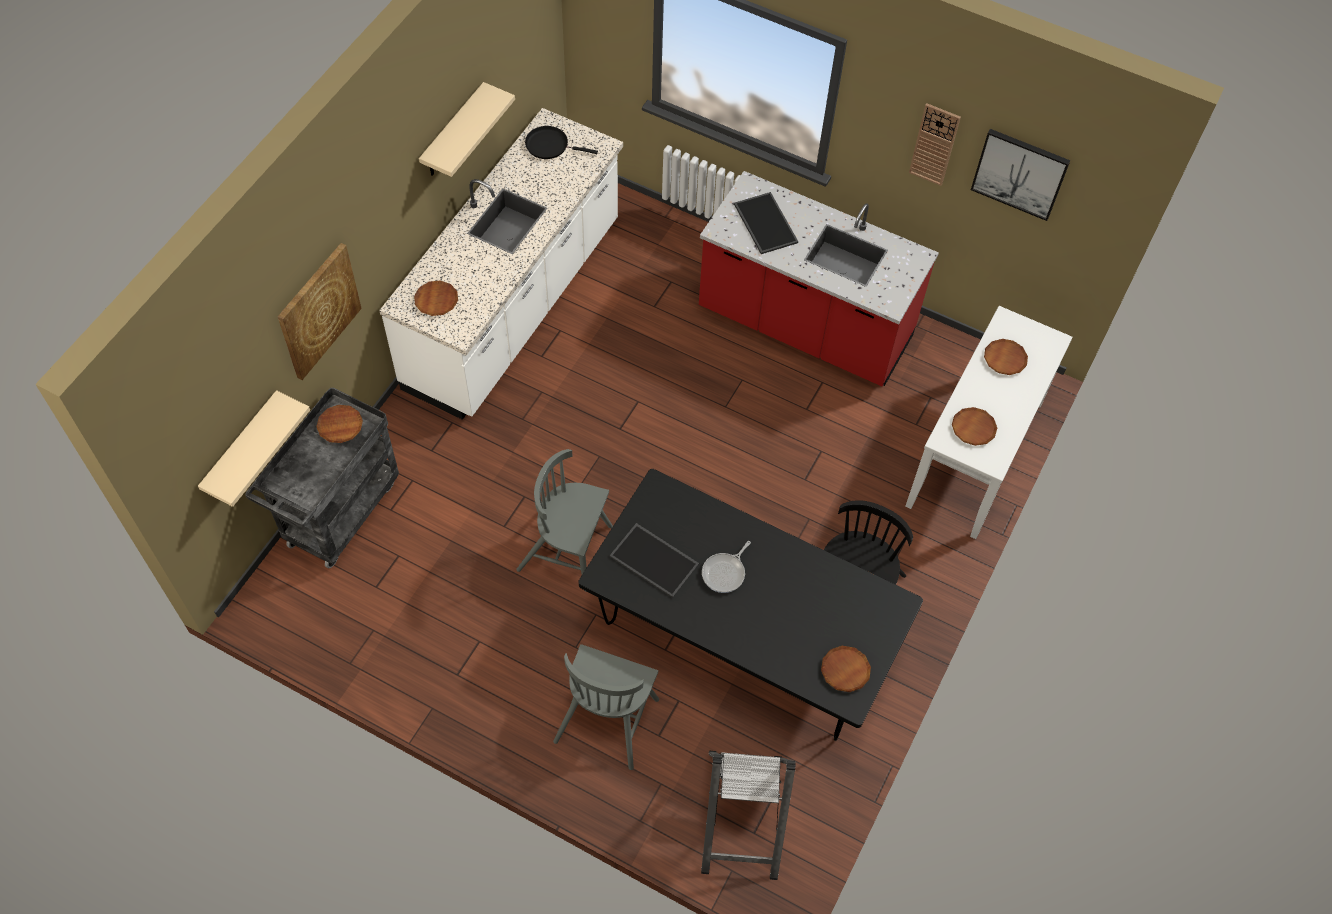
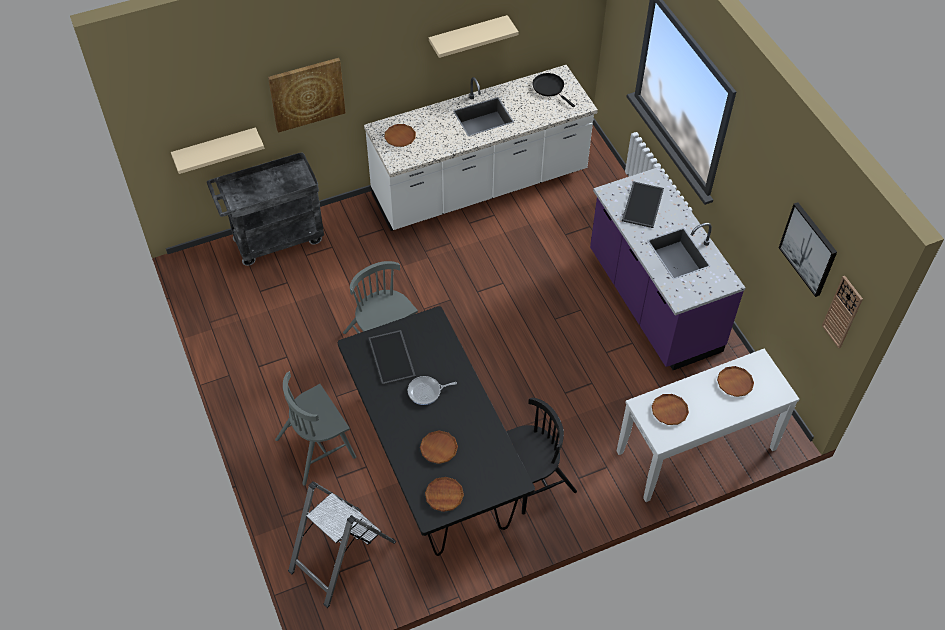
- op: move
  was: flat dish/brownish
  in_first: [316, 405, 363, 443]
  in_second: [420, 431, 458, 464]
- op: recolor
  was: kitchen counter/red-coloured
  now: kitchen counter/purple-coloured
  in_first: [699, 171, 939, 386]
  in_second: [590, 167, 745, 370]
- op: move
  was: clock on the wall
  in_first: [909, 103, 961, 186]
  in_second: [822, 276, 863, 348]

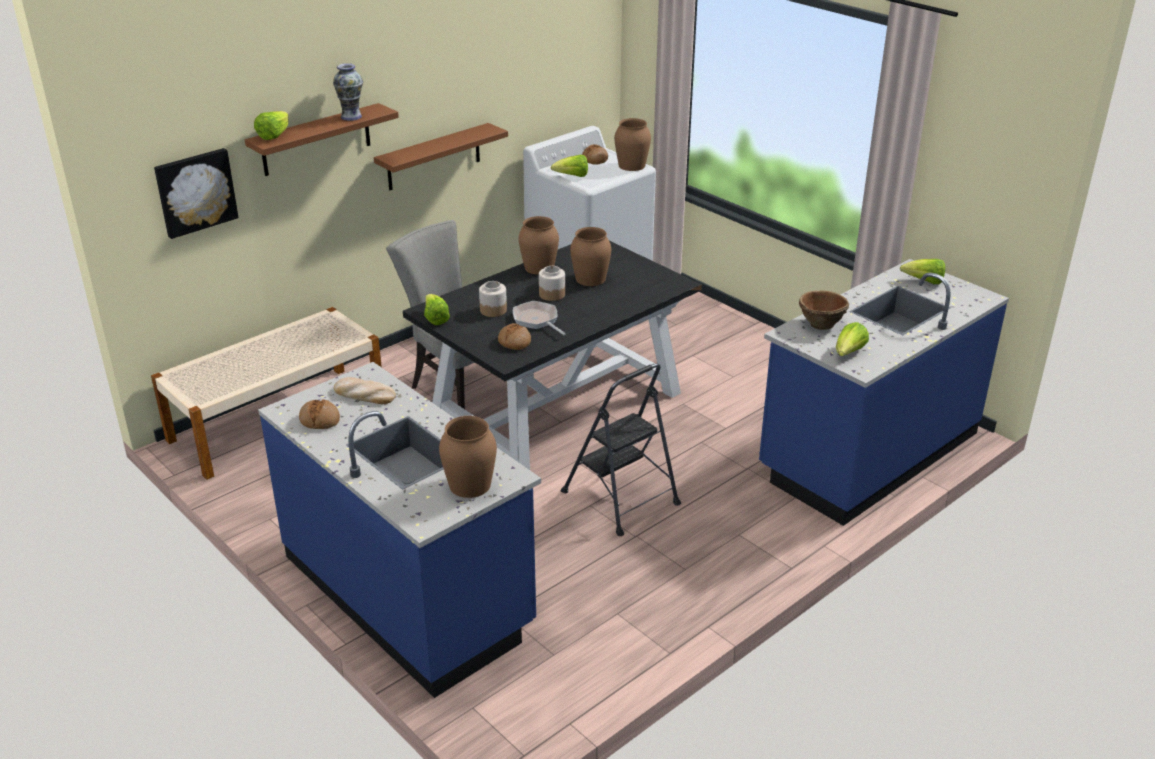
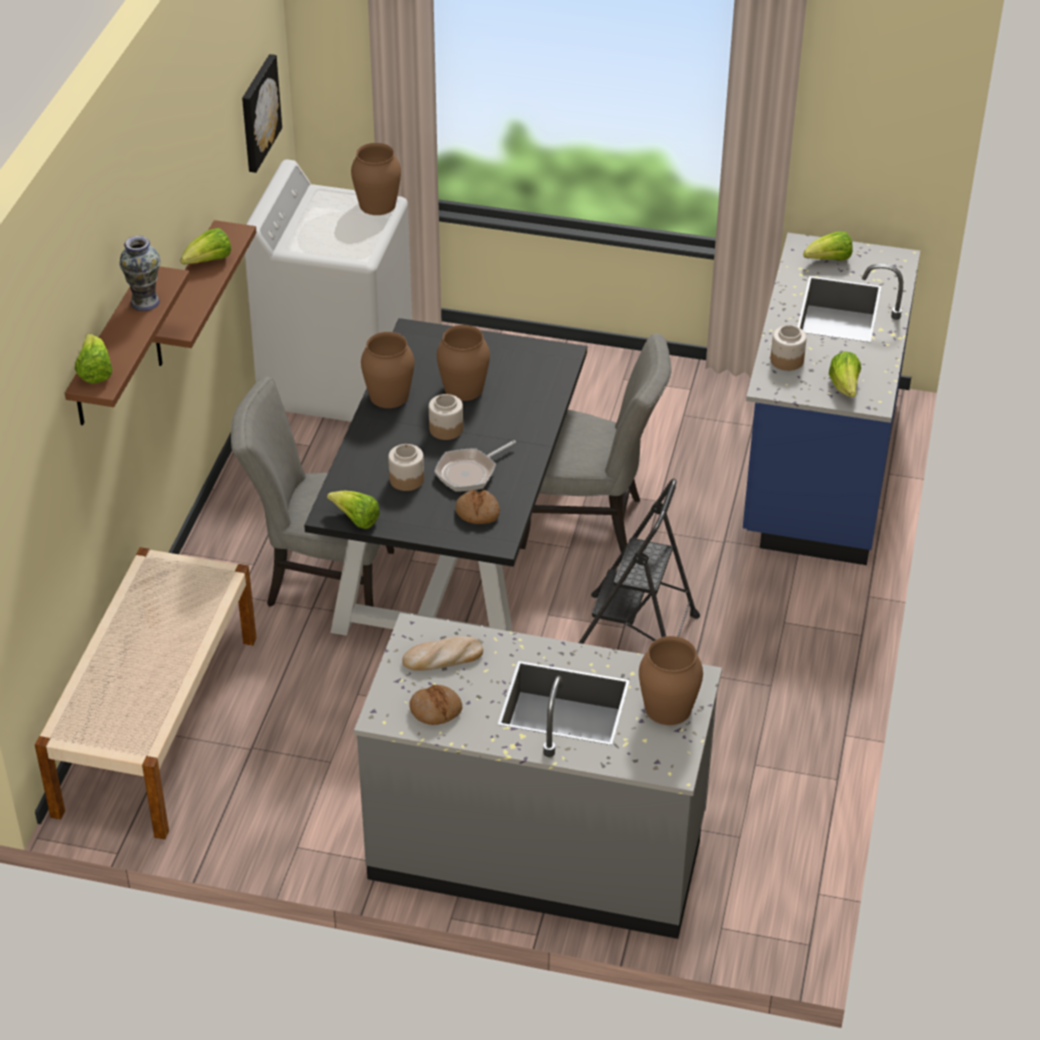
- op: move
  was: picture
  in_first: [154, 148, 239, 239]
  in_second: [242, 54, 282, 173]
- op: recolor
  was: kitchen counter/blue
  now: kitchen counter/greyish
  in_first: [258, 362, 541, 698]
  in_second: [354, 613, 722, 939]
- op: rotate
  was: frying pan
  in_first: [513, 301, 566, 335]
  in_second: [434, 440, 516, 492]
  clockwise: -60
- op: move
  was: lettuce
  in_first: [551, 155, 588, 177]
  in_second: [181, 228, 231, 265]
- op: delete
  was: bakery bread
  in_first: [582, 144, 608, 165]
- op: replace
  was: serving bowl/brownish
  now: preserve jar
  in_first: [799, 290, 849, 330]
  in_second: [770, 325, 807, 371]
- op: insert
  now: upright chair/greyish
  in_second: [520, 333, 671, 553]

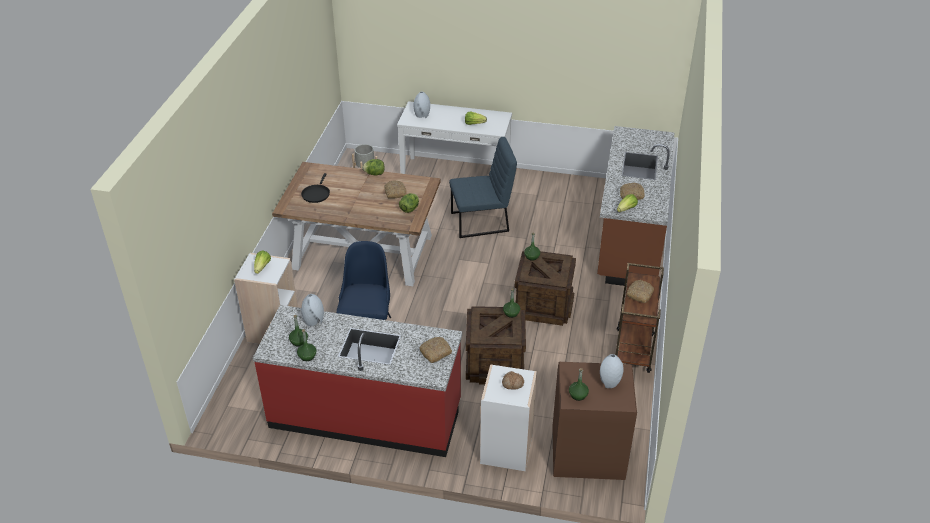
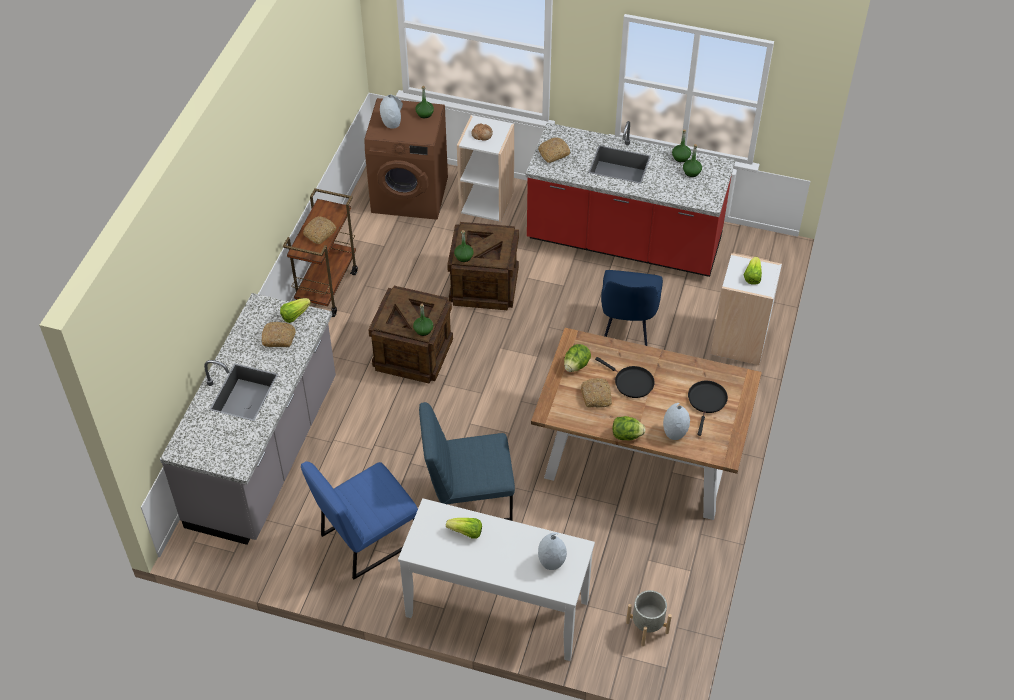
- op: move
  was: decorative vase/greyish
  in_first: [301, 294, 324, 326]
  in_second: [663, 403, 690, 440]
- op: recolor
  was: kitchen counter/brownish
  now: kitchen counter/greyish
  in_first: [597, 126, 675, 286]
  in_second: [160, 293, 336, 545]
- op: insert
  now: upright chair/blue
  in_second: [301, 461, 418, 579]
- op: insert
  now: frying pan/black
  in_second: [595, 357, 655, 398]

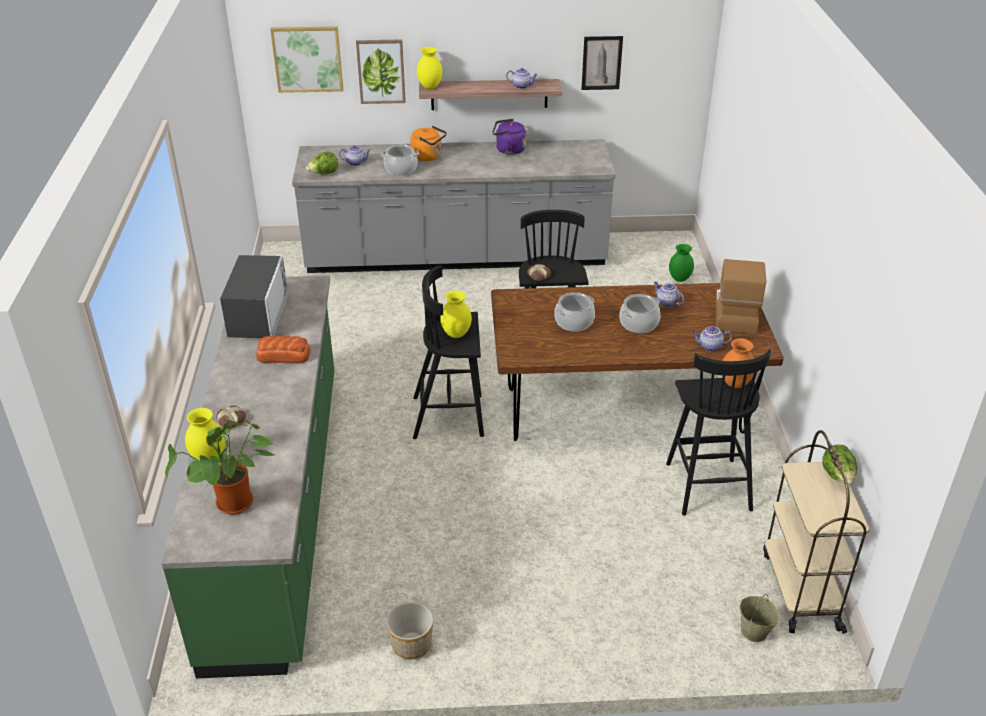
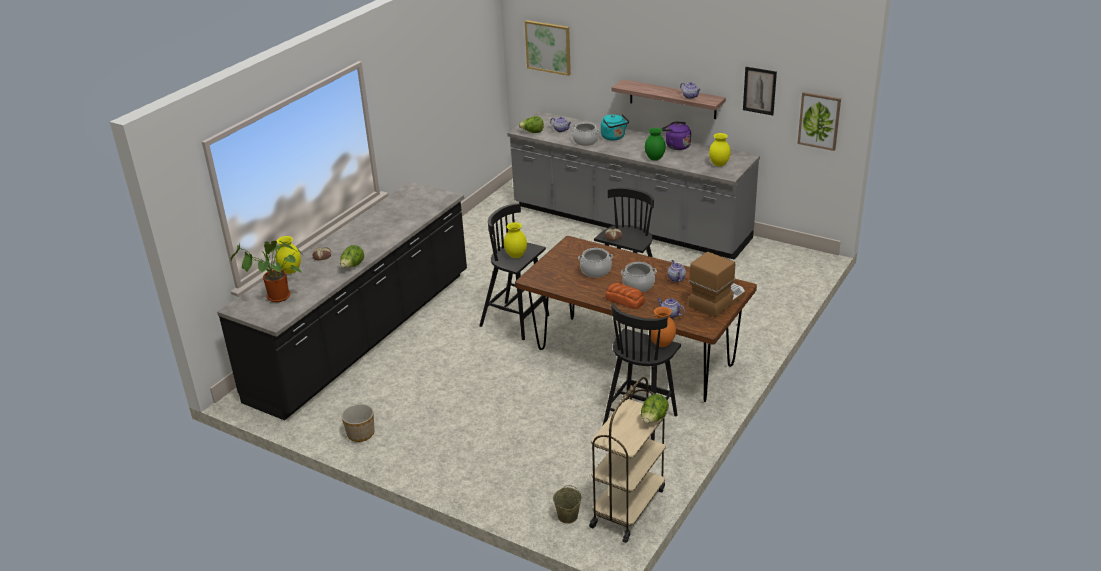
- op: recolor
  was: kitchen counter/greenish
  now: kitchen counter/black
  in_first: [161, 276, 335, 678]
  in_second: [217, 182, 467, 420]
- op: delete
  was: microwave
  in_first: [220, 255, 289, 338]
- op: move
  was: bakery bread
  in_first: [256, 336, 311, 363]
  in_second: [606, 283, 645, 309]
- op: move
  was: picture
  in_first: [356, 39, 406, 104]
  in_second: [798, 92, 841, 151]
- op: recolor
  was: tea kettle/orange-coloured
  now: tea kettle/turquoise-coloured
  in_first: [410, 126, 447, 161]
  in_second: [601, 114, 629, 140]
- op: move
  was: decorative vase/yellow-coloured
  in_first: [417, 47, 443, 89]
  in_second: [709, 133, 731, 166]
- op: move
  was: decorative vase/greenish
  in_first: [669, 244, 694, 282]
  in_second: [645, 128, 666, 161]
- op: insert
  now: lettuce
  in_second: [340, 245, 364, 268]

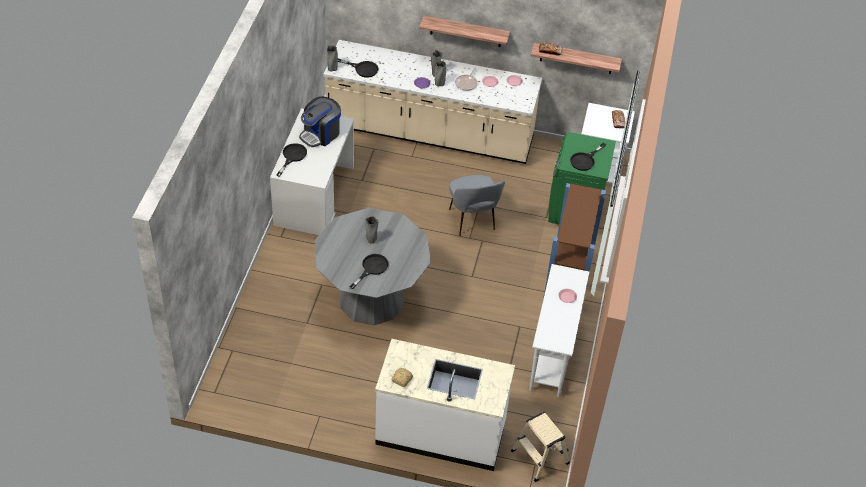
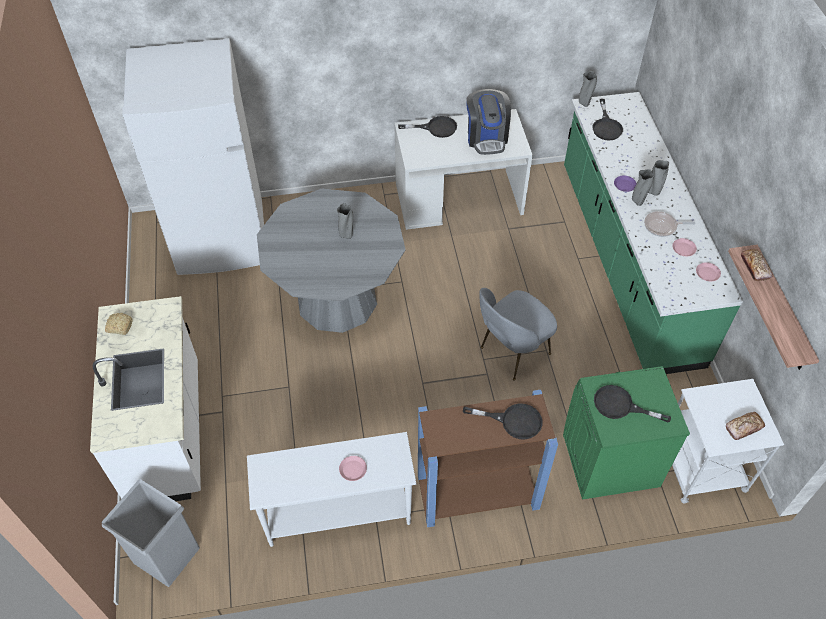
- op: rotate
  was: coffee brewer
  in_first: [299, 96, 341, 147]
  in_second: [466, 89, 511, 155]
  clockwise: -120
- op: recolor
  was: kitchen counter/beige
  now: kitchen counter/greenish
  in_first: [324, 40, 542, 164]
  in_second: [564, 92, 743, 374]
- op: move
  was: frying pan/black
  in_first: [349, 254, 389, 289]
  in_second: [463, 403, 542, 440]
- op: delete
  was: bracket shelf
  in_first: [419, 16, 510, 47]
- op: replace
  was: step ladder/beige
  now: waste bin/greyish
  in_first: [511, 411, 570, 482]
  in_second: [102, 479, 200, 587]
- op: insert
  now: fridge/white
  in_second: [122, 39, 264, 275]

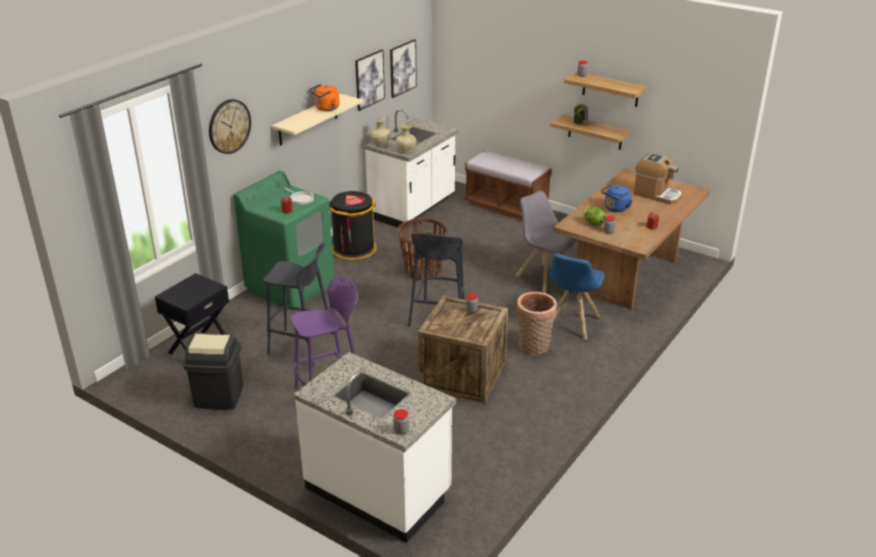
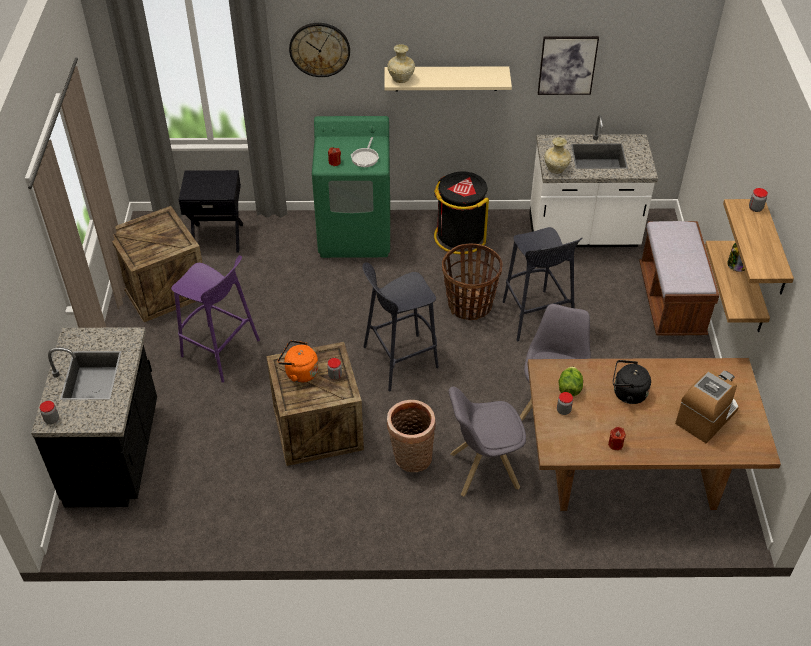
- op: replace
  was: waste bin/black
  now: crate
  in_first: [183, 334, 243, 410]
  in_second: [112, 206, 203, 322]
- op: move
  was: stool/greyish
  in_first: [263, 243, 334, 366]
  in_second: [503, 227, 583, 341]
- op: recolor
  was: kitchen counter/white
  now: kitchen counter/black
  in_first: [294, 352, 456, 543]
  in_second: [31, 327, 157, 507]
- op: move
  was: tea kettle/orange-coloured
  in_first: [309, 84, 340, 111]
  in_second: [278, 340, 319, 383]
- op: move
  was: decorative vase/beige
  in_first: [370, 118, 391, 147]
  in_second: [387, 44, 415, 83]
- op: delete
  was: picture
  in_first: [390, 39, 417, 98]
- op: recolor
  was: upright chair/blue
  now: upright chair/greyish
  in_first: [549, 254, 605, 340]
  in_second: [449, 386, 526, 496]
- op: recolor
  was: tea kettle/blue
  now: tea kettle/black
  in_first: [601, 184, 633, 212]
  in_second: [613, 360, 651, 404]
- op: rotate
  was: coffee brewer
  in_first: [634, 153, 682, 205]
  in_second: [675, 370, 739, 443]
  clockwise: -135

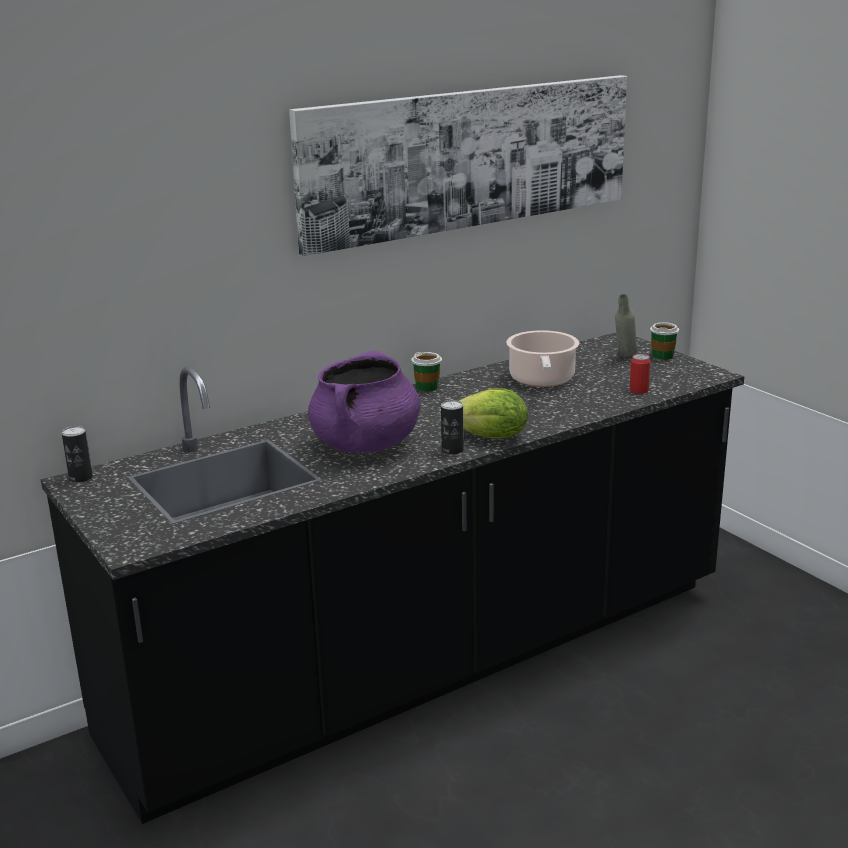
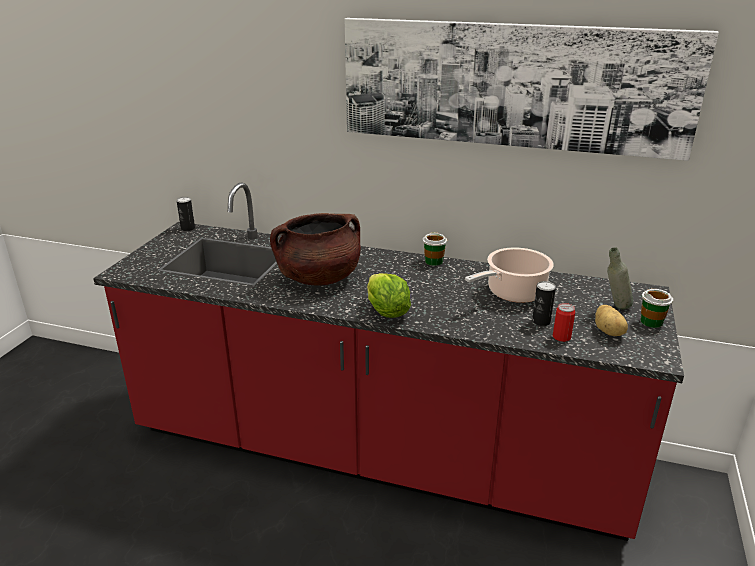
- op: recolor
  was: kitchen counter/black
  now: kitchen counter/red-coloured
  in_first: [41, 332, 744, 824]
  in_second: [93, 182, 684, 541]
- op: recolor
  was: saucepot/purple-coloured
  now: saucepot/brownish
  in_first: [308, 350, 420, 453]
  in_second: [270, 213, 361, 286]
- op: move
  was: can
  in_first: [441, 400, 464, 455]
  in_second: [532, 281, 556, 326]
- op: insert
  now: potato
  in_second: [595, 305, 628, 336]

